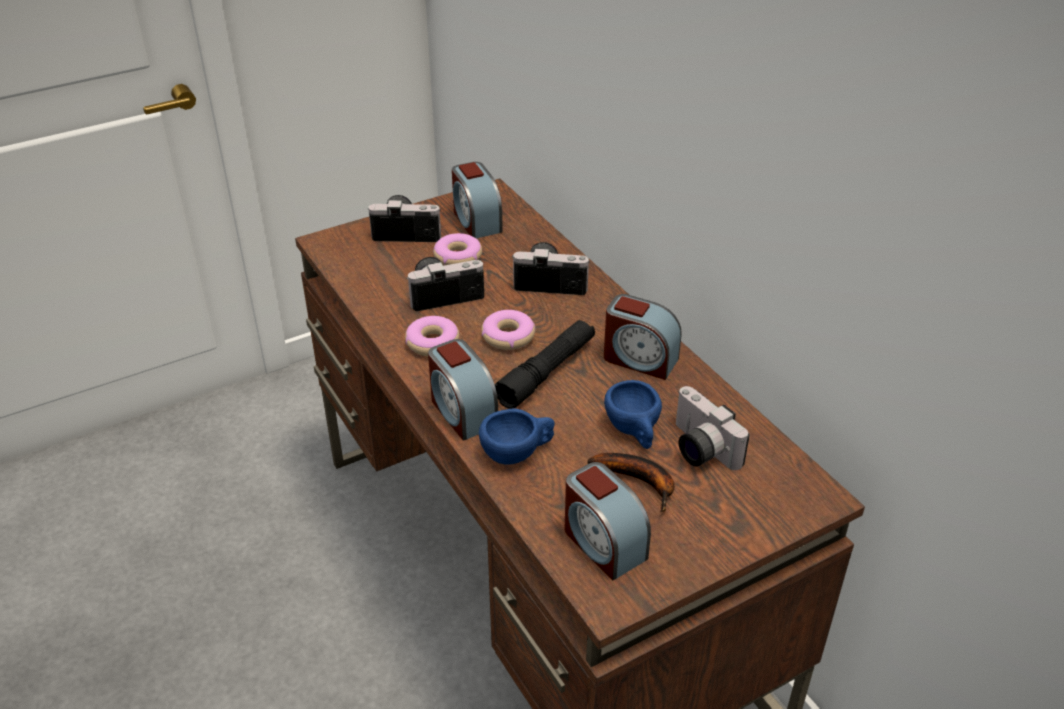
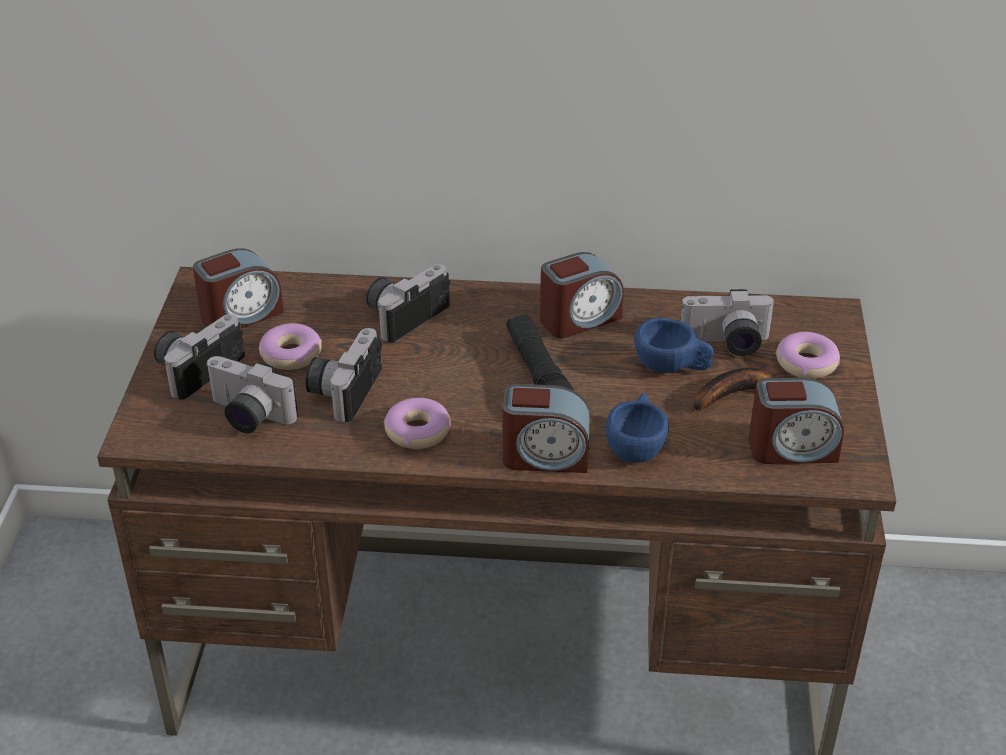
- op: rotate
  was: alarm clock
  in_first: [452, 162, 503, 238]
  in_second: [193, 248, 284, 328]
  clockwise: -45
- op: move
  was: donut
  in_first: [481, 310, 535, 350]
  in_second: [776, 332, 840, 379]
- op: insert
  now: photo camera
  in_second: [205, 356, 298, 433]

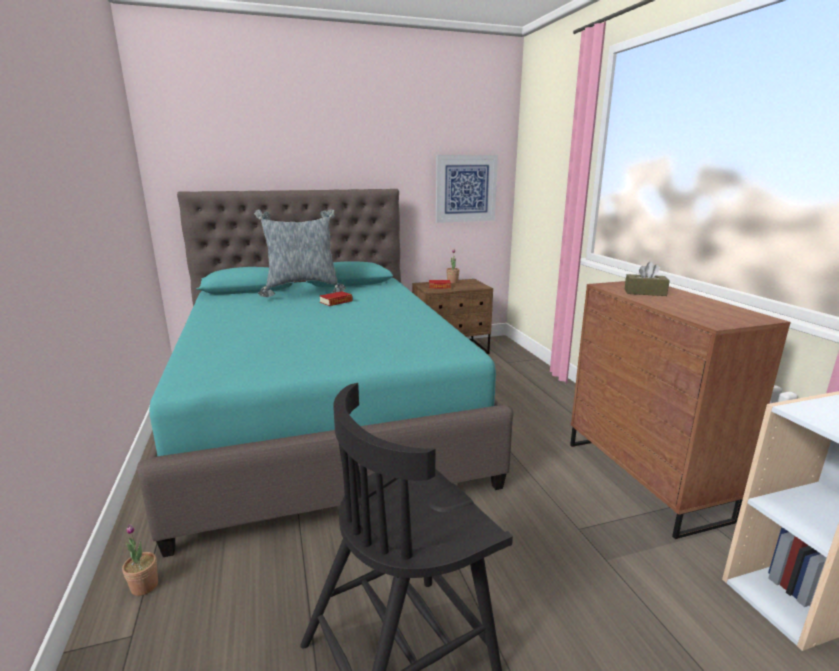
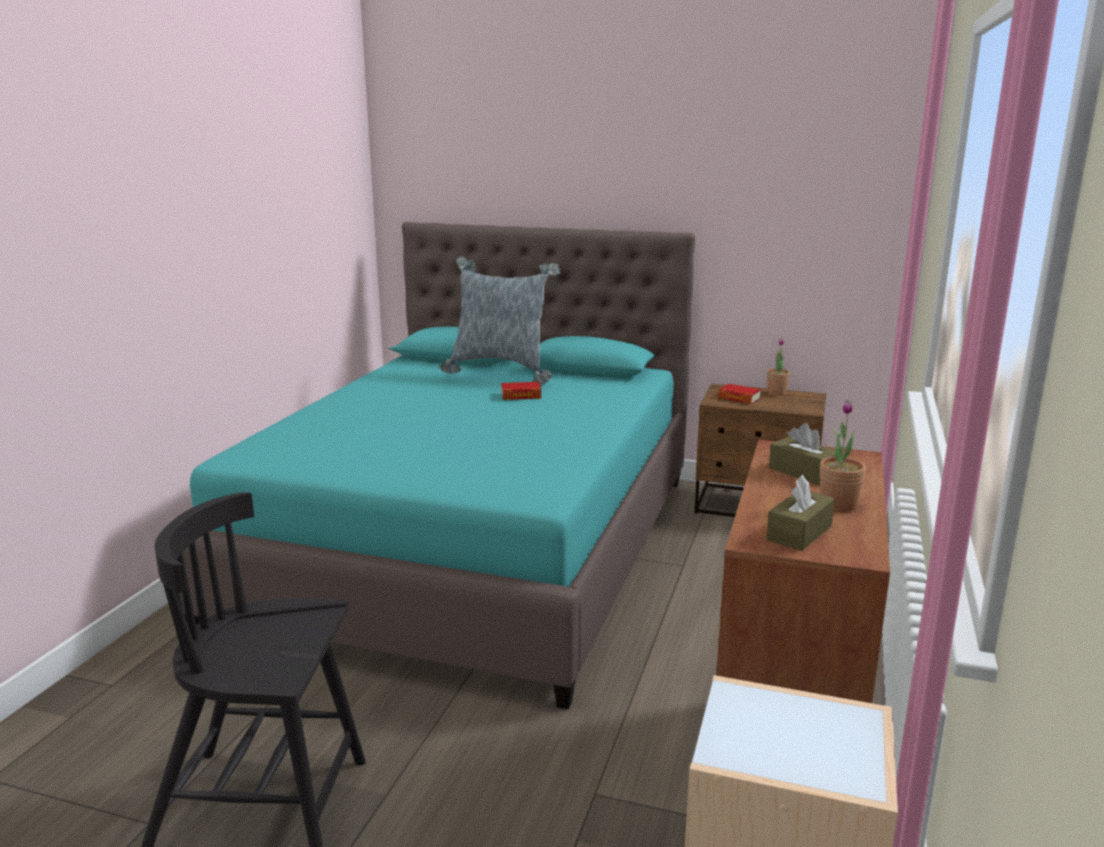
- op: move
  was: houseplant
  in_first: [122, 524, 158, 596]
  in_second: [820, 400, 866, 512]
- op: delete
  was: picture
  in_first: [436, 155, 498, 223]
- op: insert
  now: tissue box/brownish
  in_second: [766, 475, 835, 551]

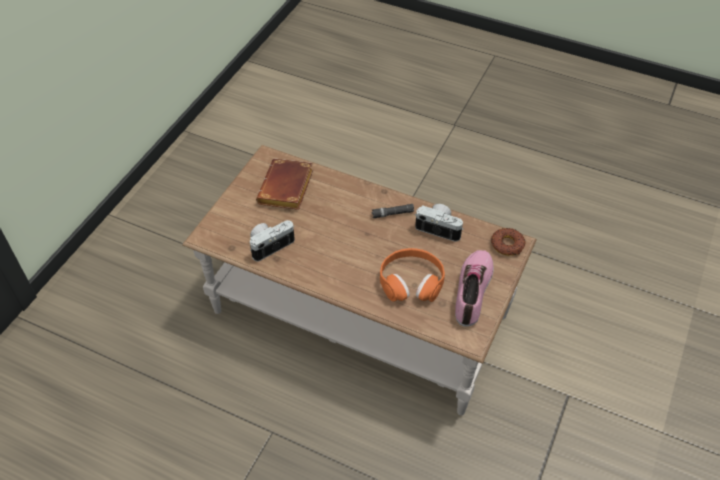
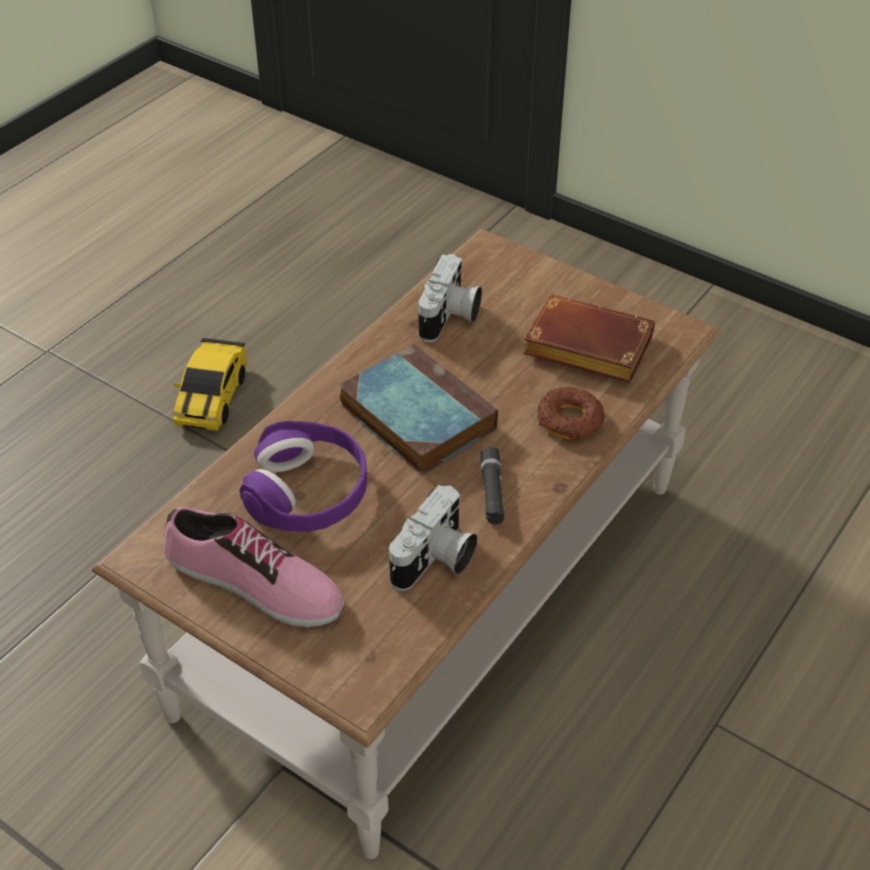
- op: rotate
  was: photo camera
  in_first: [250, 220, 295, 262]
  in_second: [418, 254, 482, 342]
  clockwise: 45
- op: recolor
  was: pair of headphones/orange-coloured
  now: pair of headphones/purple-coloured
  in_first: [380, 248, 445, 302]
  in_second: [240, 421, 367, 532]
- op: move
  was: donut
  in_first: [491, 228, 525, 256]
  in_second: [537, 387, 605, 439]
- op: insert
  now: miniature car
  in_second: [173, 338, 247, 431]
- op: insert
  now: book
  in_second: [339, 344, 498, 475]

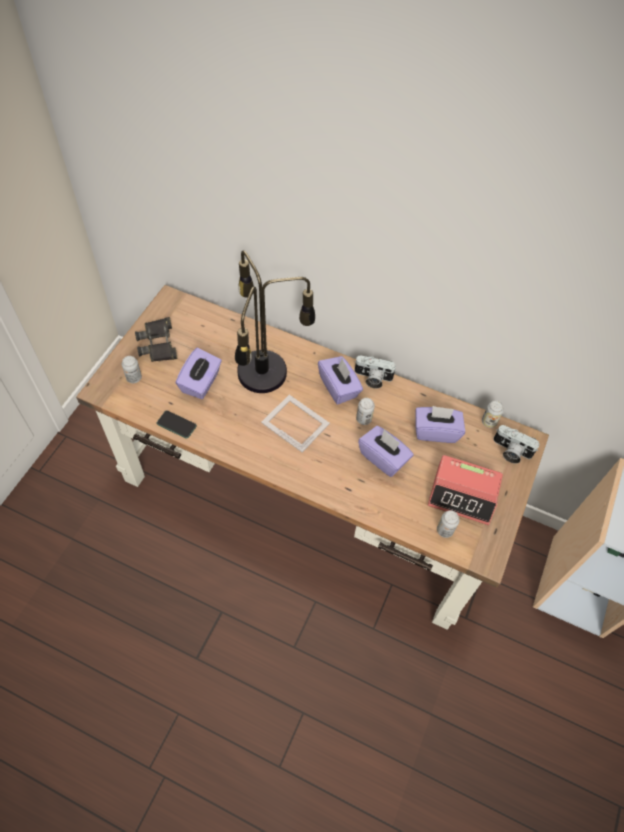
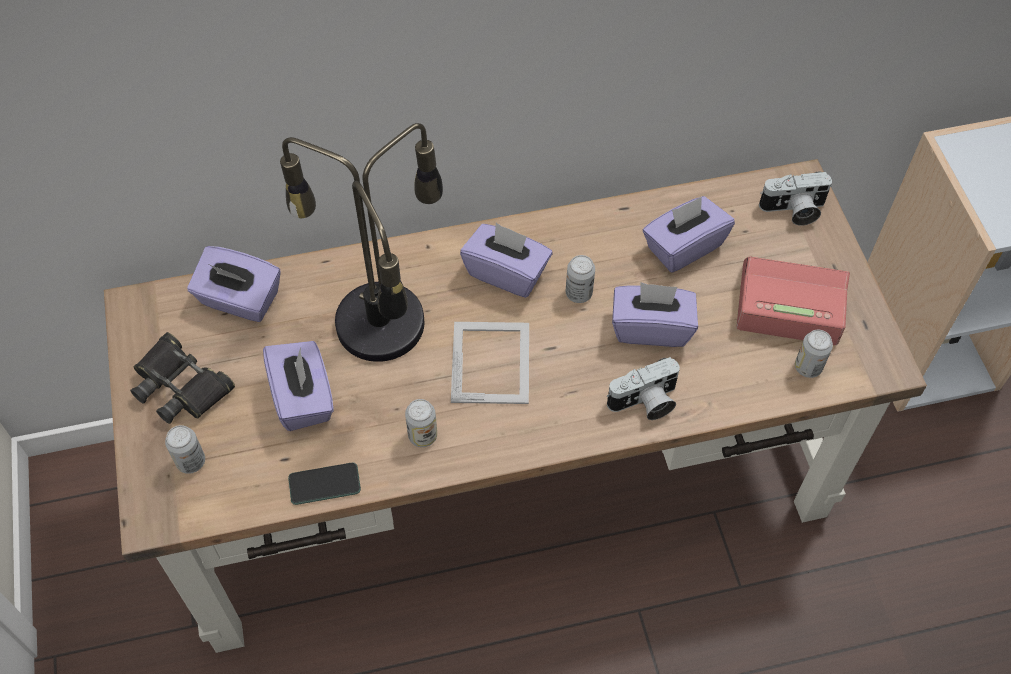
- op: rotate
  was: picture frame
  in_first: [261, 395, 330, 453]
  in_second: [451, 322, 529, 404]
  clockwise: 90
- op: move
  was: photo camera
  in_first: [354, 355, 396, 389]
  in_second: [607, 357, 680, 420]
- op: rotate
  was: alarm clock
  in_first: [428, 455, 503, 525]
  in_second: [736, 256, 850, 345]
  clockwise: -150
- op: move
  was: can
  in_first: [482, 401, 504, 428]
  in_second: [405, 399, 437, 447]
- op: insert
  now: tissue box/purple-coloured
  in_second: [187, 246, 281, 322]

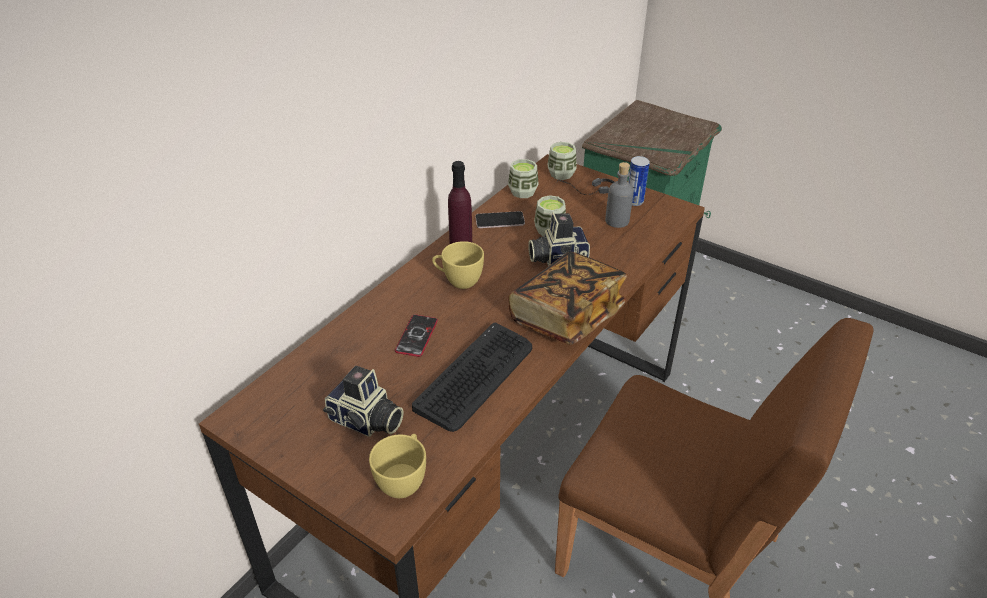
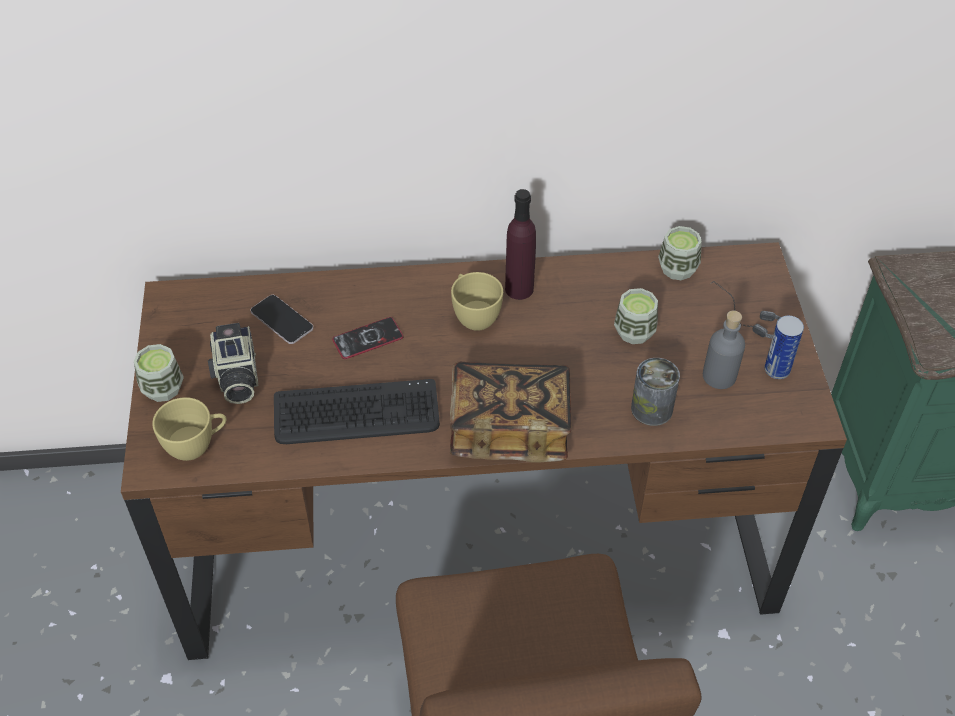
- op: move
  was: handset
  in_first: [475, 211, 525, 228]
  in_second: [250, 295, 314, 344]
- op: delete
  was: photo camera
  in_first: [528, 212, 590, 266]
- op: move
  was: small cup
  in_first: [547, 142, 577, 180]
  in_second: [134, 344, 184, 402]
- op: insert
  now: can
  in_second: [631, 358, 680, 426]

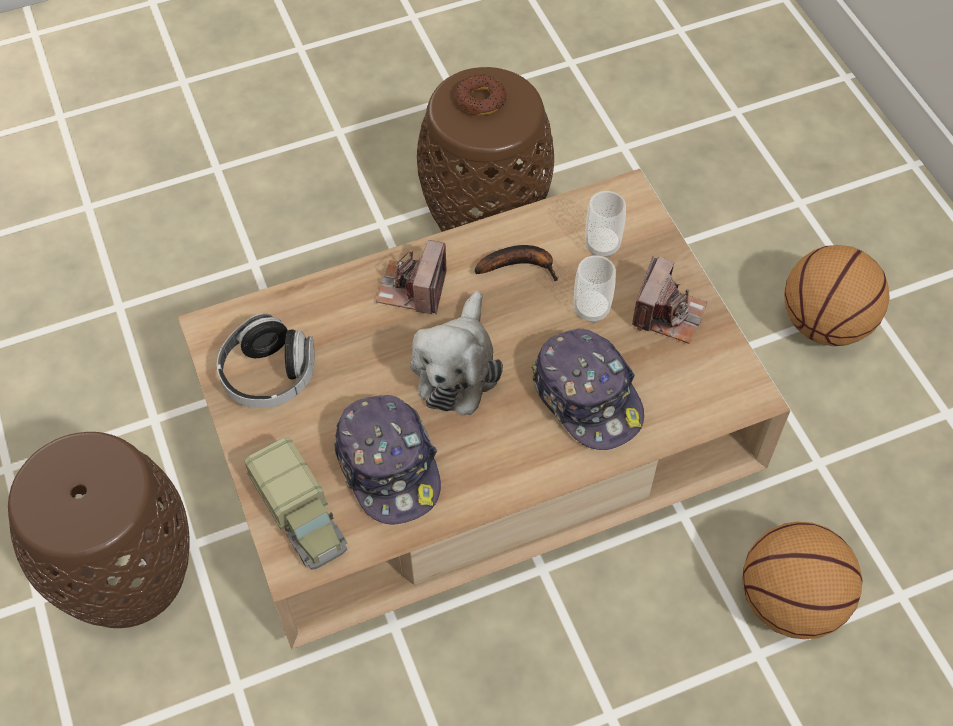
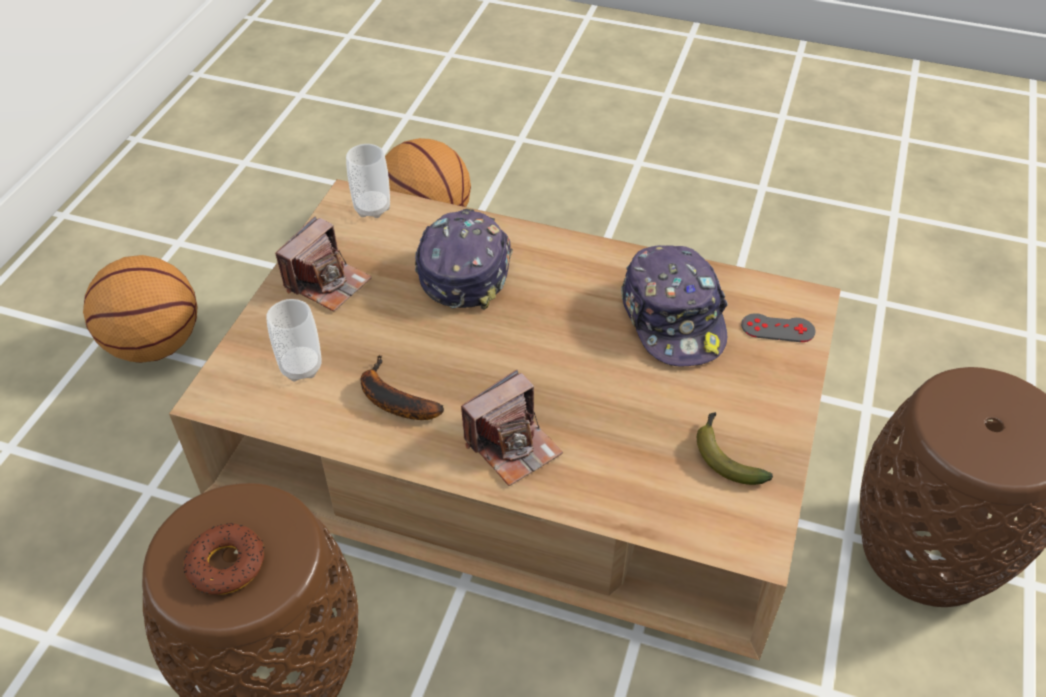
- op: replace
  was: pair of headphones
  now: banana fruit
  in_first: [217, 313, 314, 408]
  in_second: [697, 412, 773, 485]
- op: replace
  was: toy truck
  now: joypad/greyish
  in_first: [244, 437, 347, 570]
  in_second: [741, 313, 816, 342]
- op: rotate
  was: baseball cap
  in_first: [334, 395, 441, 525]
  in_second: [621, 245, 728, 367]
  clockwise: 150
- op: delete
  was: plush toy
  in_first: [411, 291, 503, 415]
- op: move
  was: small cup
  in_first: [574, 255, 616, 323]
  in_second: [346, 144, 390, 218]
- op: rotate
  was: photo camera
  in_first: [632, 256, 707, 344]
  in_second: [275, 216, 372, 312]
  clockwise: 150

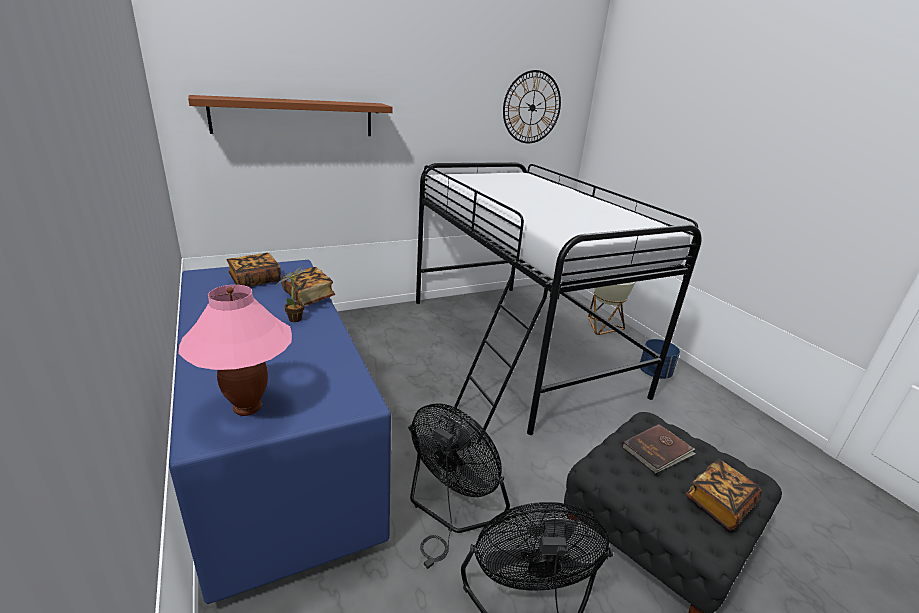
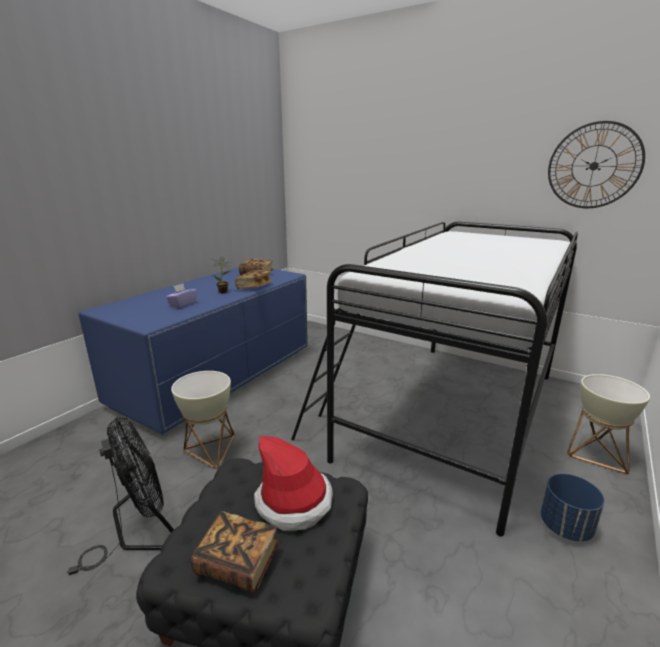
- op: delete
  was: lamp for a table/pinkish
  in_first: [178, 285, 292, 416]
- op: delete
  was: bracket shelf/brownish
  in_first: [188, 95, 393, 136]
- op: replace
  was: electric fan/black
  now: planter
  in_first: [408, 404, 510, 569]
  in_second: [171, 371, 234, 469]
- op: replace
  was: book/brownish
  now: wearable hat
  in_first: [622, 424, 696, 474]
  in_second: [254, 436, 333, 531]
- op: insert
  now: tissue box/purple-coloured
  in_second: [166, 283, 197, 308]

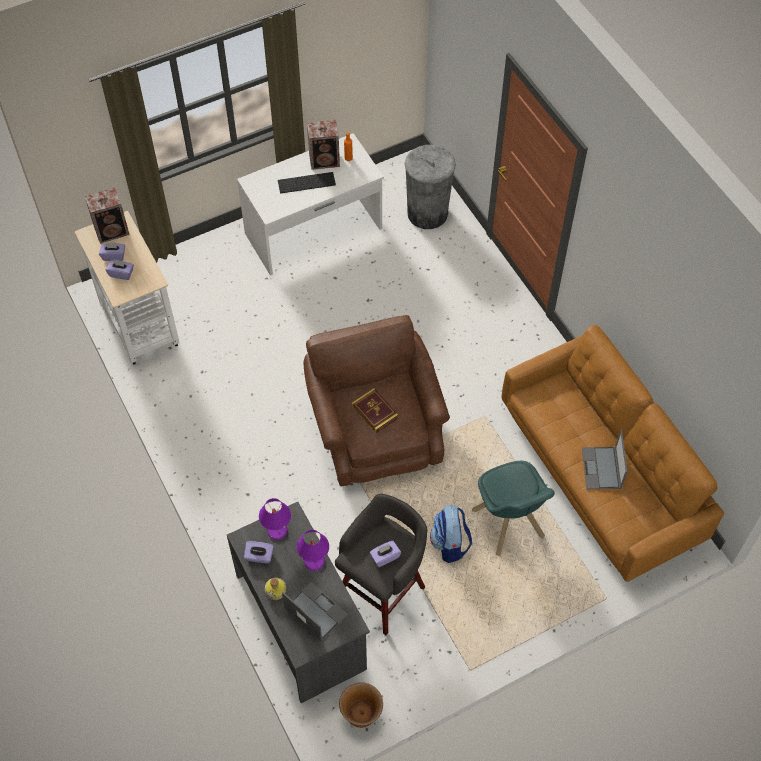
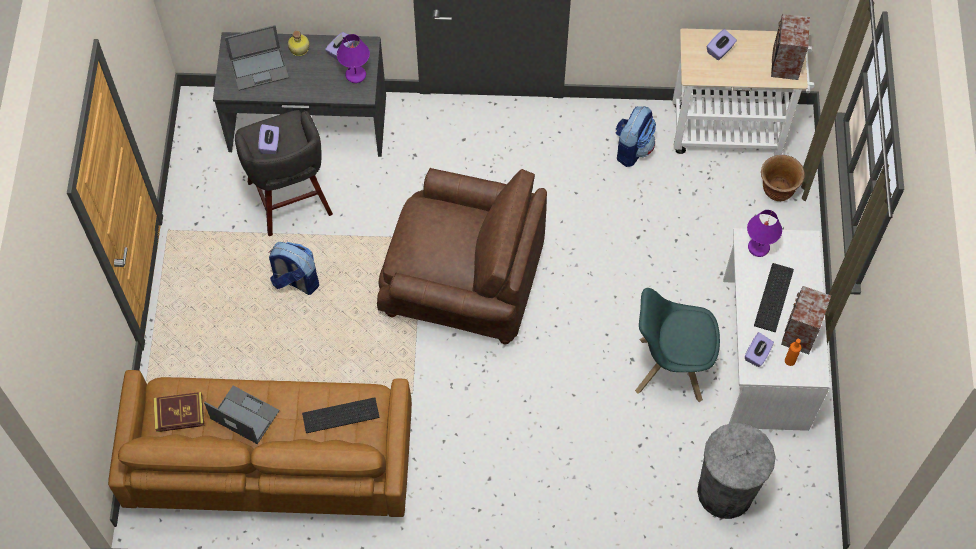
- op: move
  was: tissue box/purple-coloured
  in_first: [99, 242, 125, 261]
  in_second: [745, 332, 774, 367]
- op: move
  was: lamp for a table/purple-coloured
  in_first: [297, 530, 329, 571]
  in_second: [747, 210, 782, 257]
- op: move
  was: planter/brownish
  in_first: [339, 682, 383, 728]
  in_second: [761, 155, 805, 201]
- op: move
  was: book
  in_first: [352, 388, 398, 433]
  in_second: [153, 392, 204, 432]
- op: move
  was: upright chair/turquoise-coloured
  in_first: [472, 461, 555, 556]
  in_second: [635, 288, 720, 402]
- op: insert
  now: computer keyboard
  in_second: [302, 397, 379, 433]
- op: insert
  now: backpack
  in_second: [616, 106, 656, 167]

